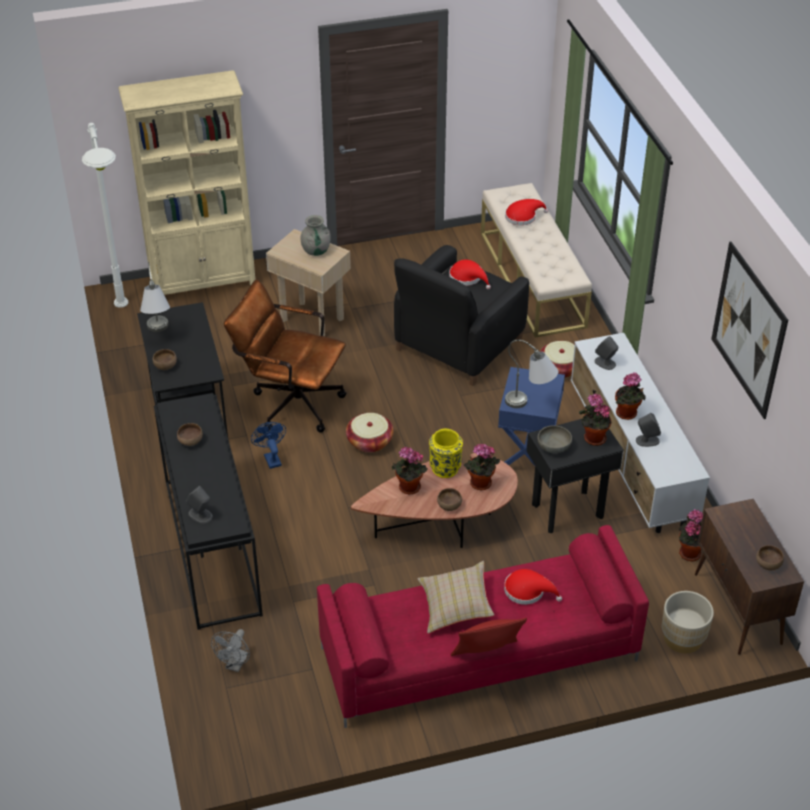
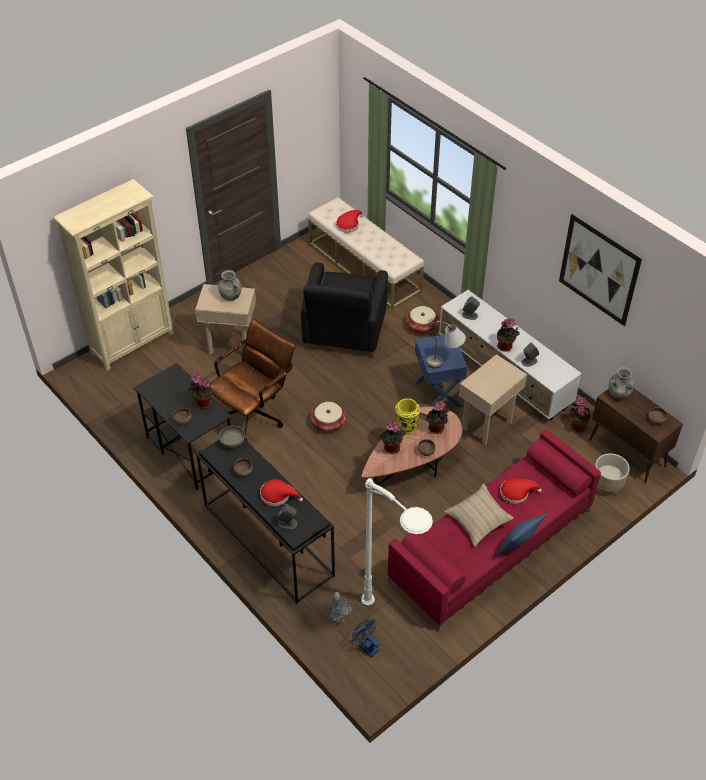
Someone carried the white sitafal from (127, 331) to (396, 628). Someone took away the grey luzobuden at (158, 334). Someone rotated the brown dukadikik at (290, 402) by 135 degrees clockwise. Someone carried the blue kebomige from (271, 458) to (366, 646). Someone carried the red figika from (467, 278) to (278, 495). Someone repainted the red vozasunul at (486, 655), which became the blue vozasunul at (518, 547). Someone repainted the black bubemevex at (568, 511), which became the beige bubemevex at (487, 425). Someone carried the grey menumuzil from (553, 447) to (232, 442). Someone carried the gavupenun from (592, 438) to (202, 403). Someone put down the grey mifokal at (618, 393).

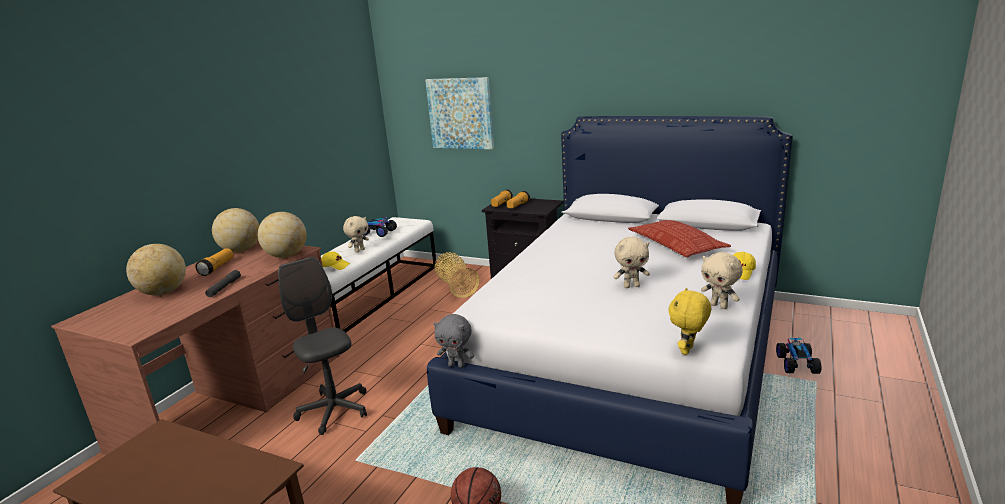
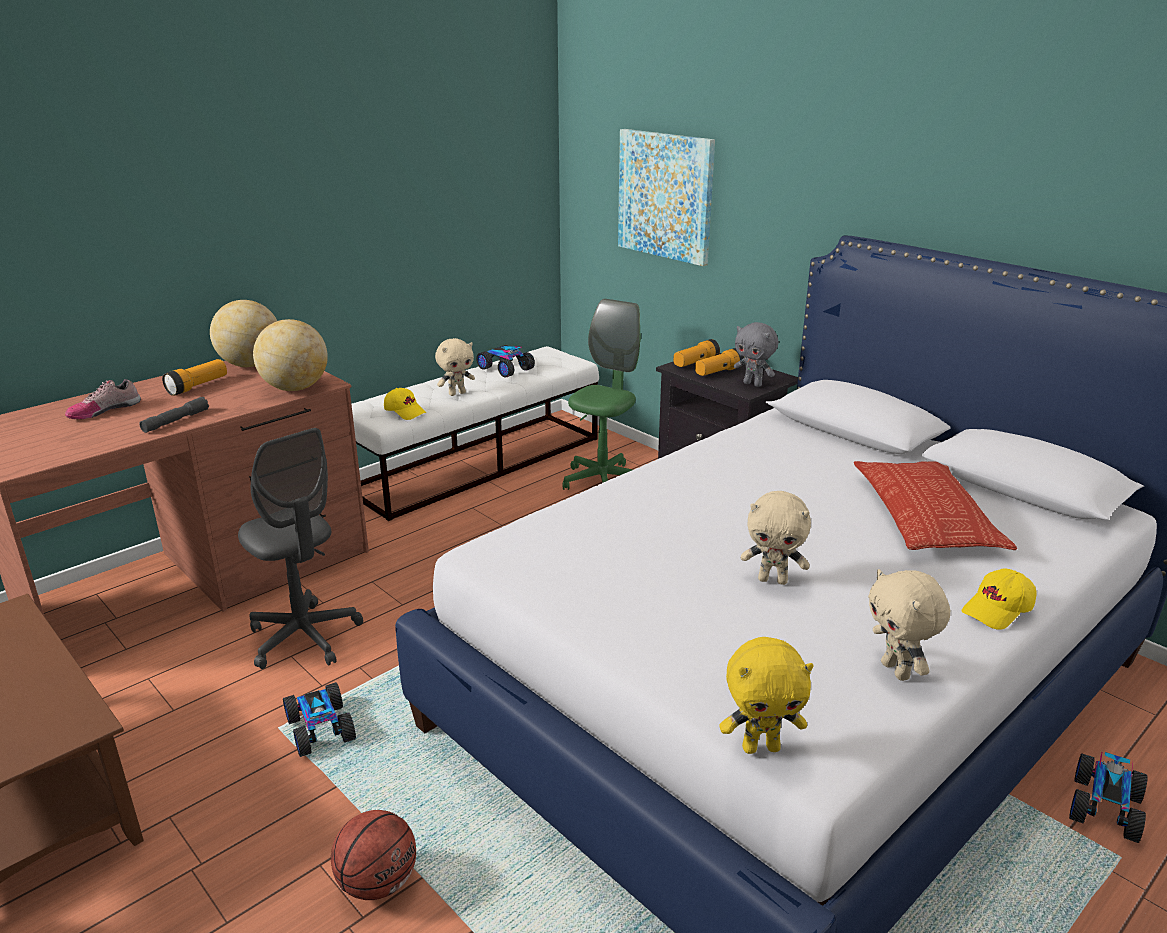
Someone swapped the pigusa at (163, 293) for the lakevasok at (104, 410). Someone rotated the grey dukadikik at (334, 410) by 150 degrees clockwise. Someone carried the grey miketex from (457, 365) to (753, 384). Someone swapped the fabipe at (456, 286) for the green dukadikik at (603, 481). Someone rotated the yellow miketex at (688, 351) by 150 degrees counterclockwise. Someone put down the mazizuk at (321, 728).

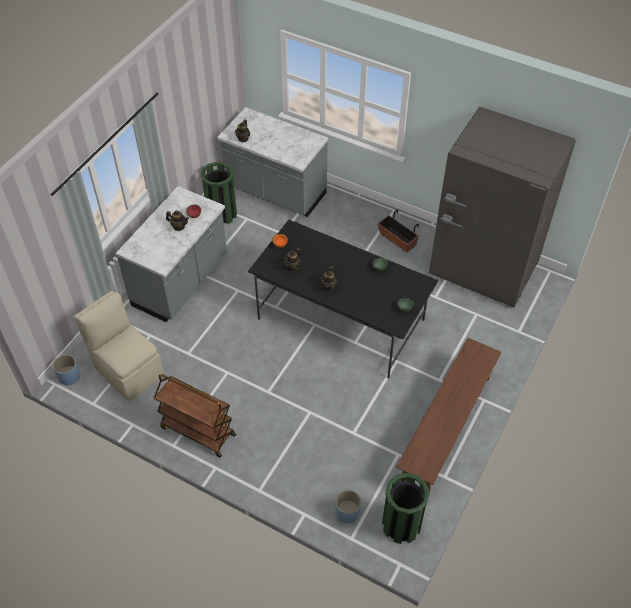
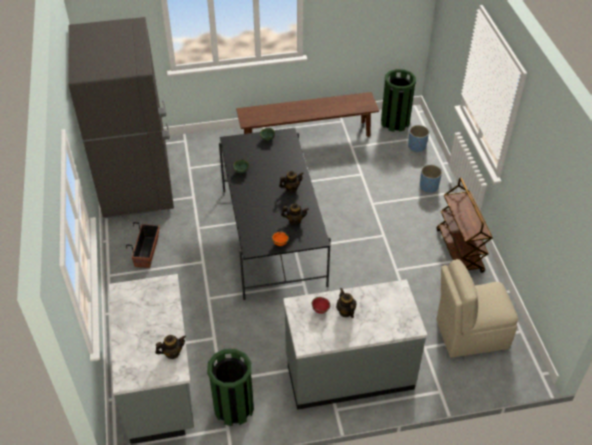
Someone carried the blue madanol from (69, 377) to (429, 187). Someone rotated the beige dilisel at (128, 370) by 75 degrees clockwise.

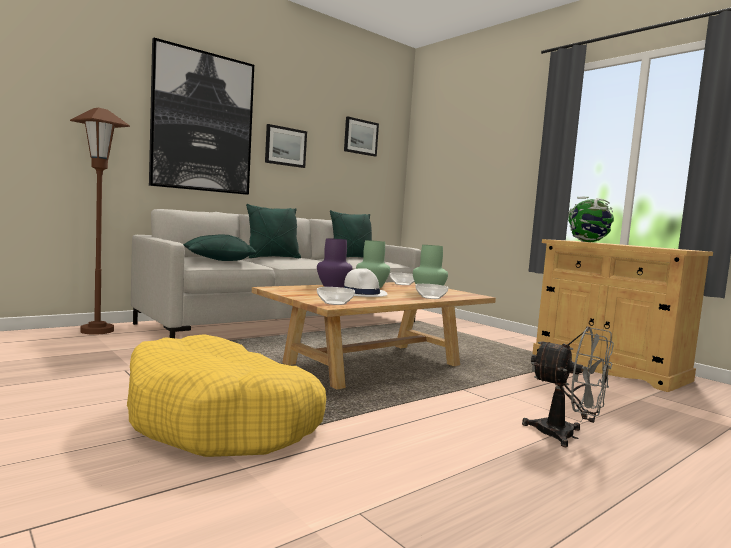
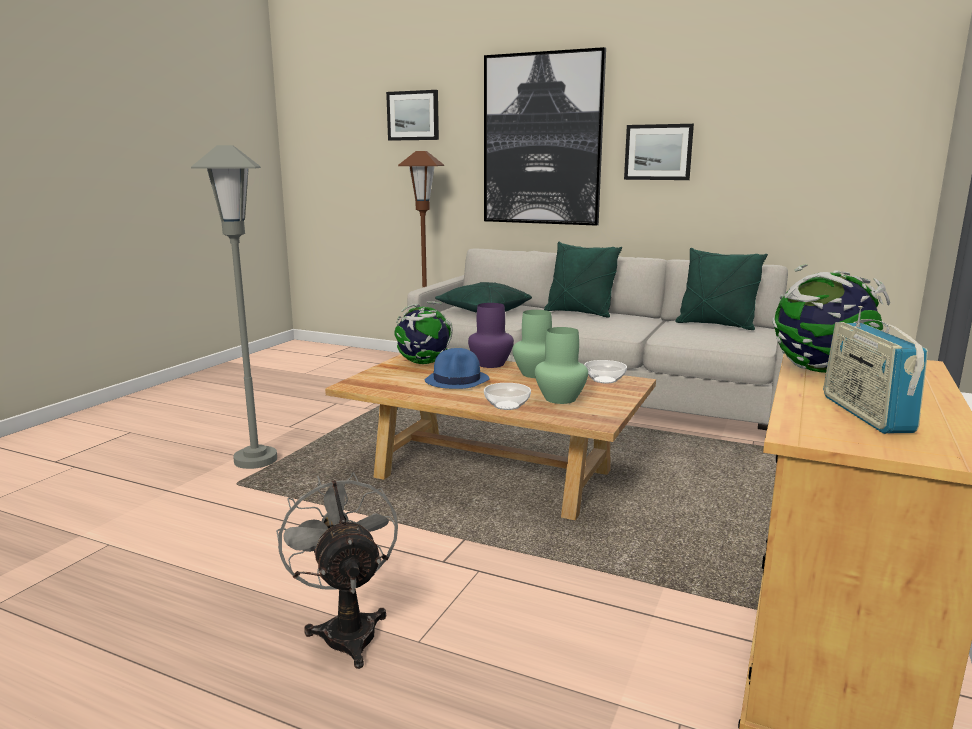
Someone swapped the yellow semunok at (222, 419) for the grey sitafal at (255, 460). Someone took away the menumuzil at (334, 303). Someone carried the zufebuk from (360, 137) to (413, 115). Someone repainted the white figika at (361, 294), which became the blue figika at (457, 380). Someone rotated the grey kebomige at (566, 436) by 150 degrees clockwise. Someone put down the pigusa at (423, 363). Someone put down the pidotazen at (865, 414).

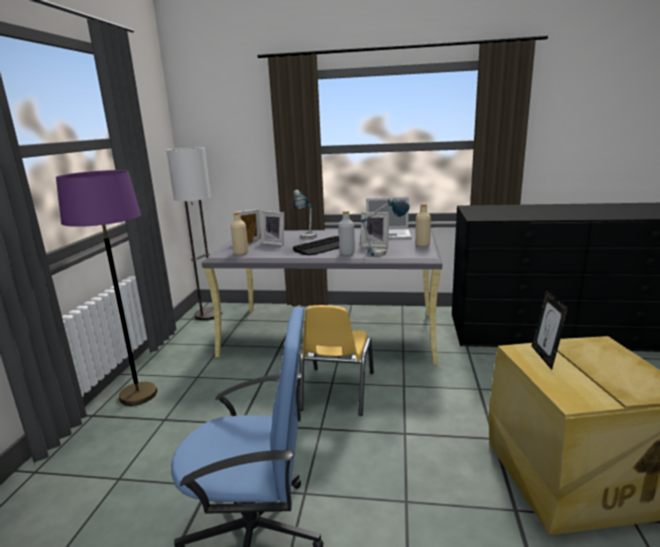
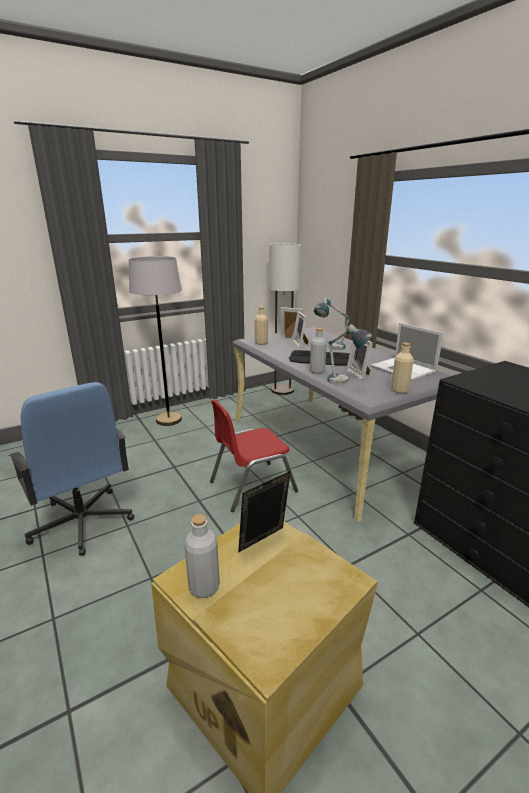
Someone repainted the purple sitafal at (138, 395), which became the grey sitafal at (169, 419). Someone repainted the yellow dilisel at (337, 391), which became the red dilisel at (252, 486). Someone put down the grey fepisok at (204, 587).

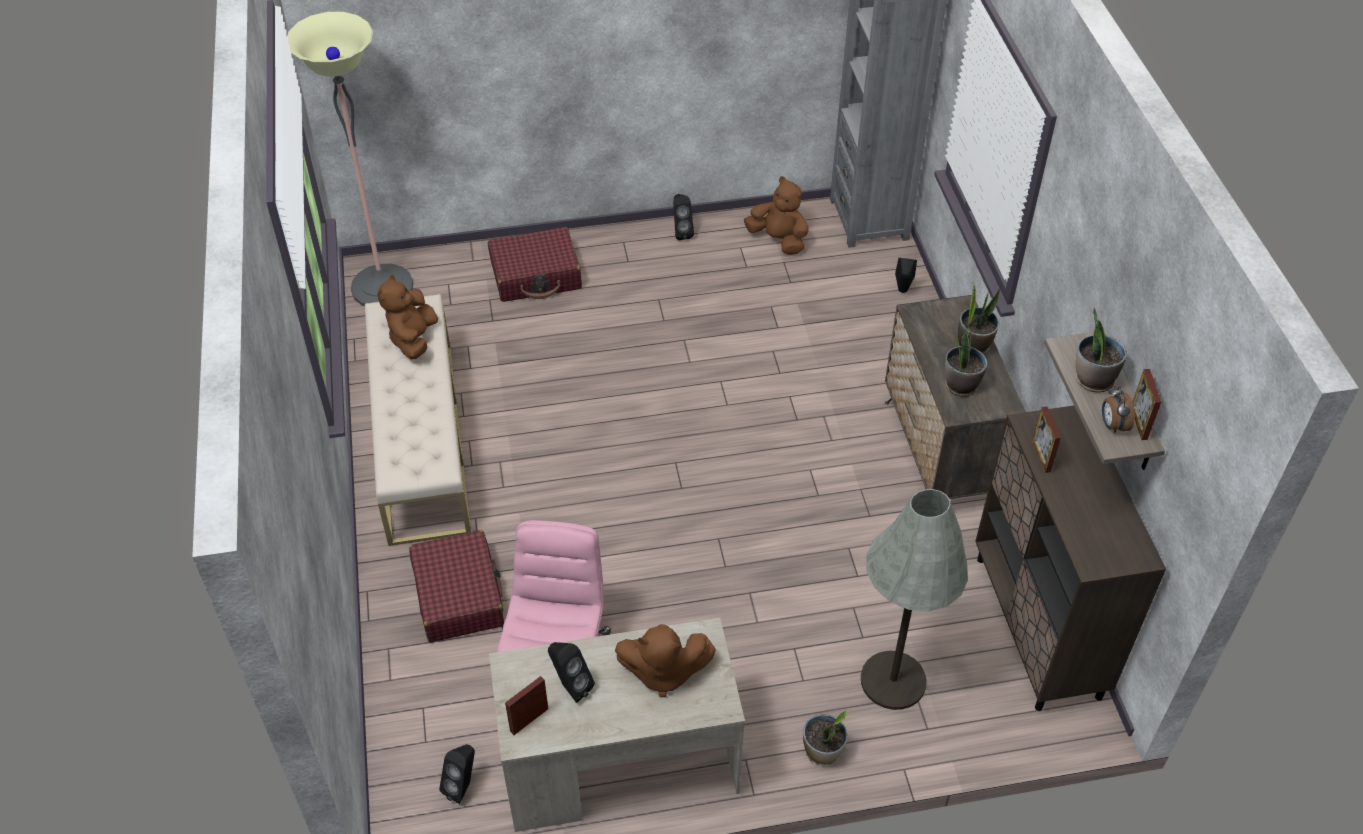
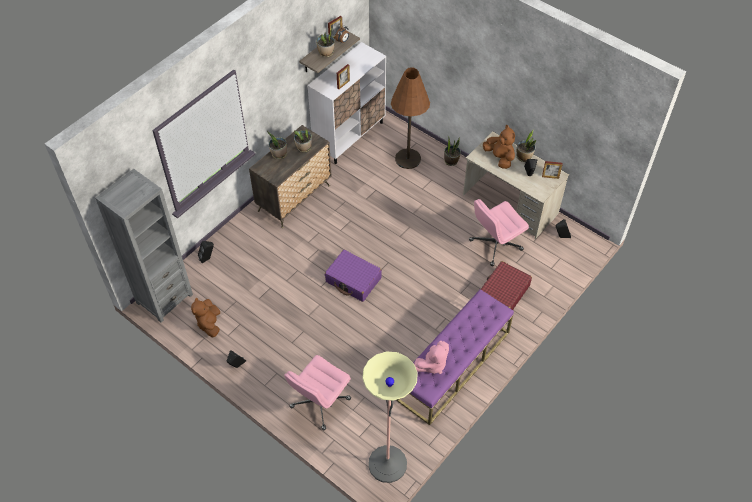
Someone repainted the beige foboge at (421, 440), which became the purple foboge at (453, 366). Someone repainted the brown miketex at (413, 339), which became the pink miketex at (432, 364). Someone swapped the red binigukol at (536, 275) for the pink dukadikik at (320, 403). Someone repainted the grey sitafal at (893, 681), which became the brown sitafal at (408, 159). Someone repainted the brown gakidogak at (1037, 627), which became the white gakidogak at (349, 136). Someone put down the purple binigukol at (353, 280). Someone put down the gavupenun at (524, 157).

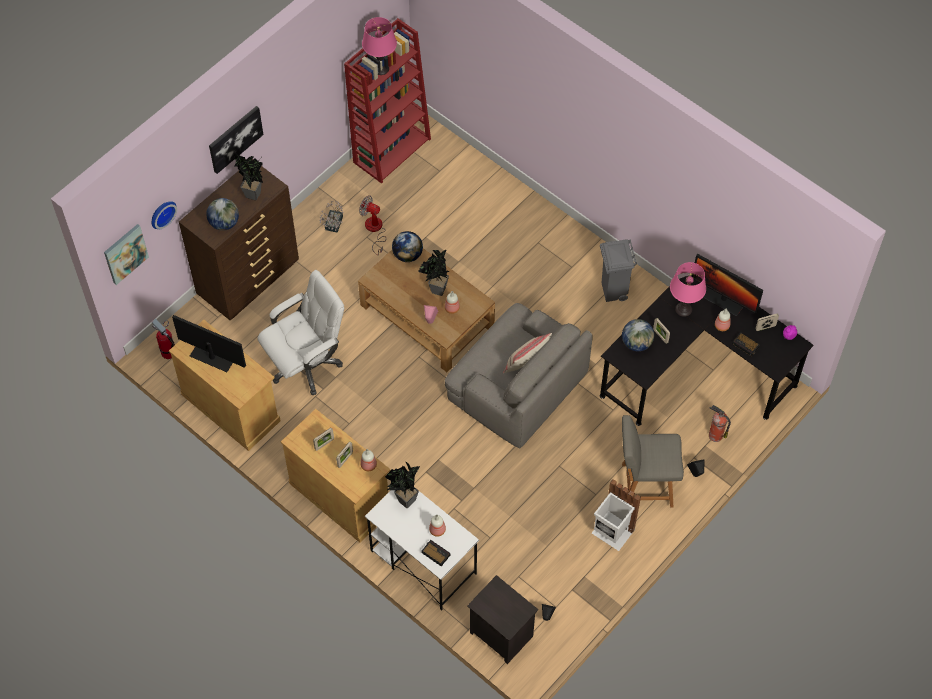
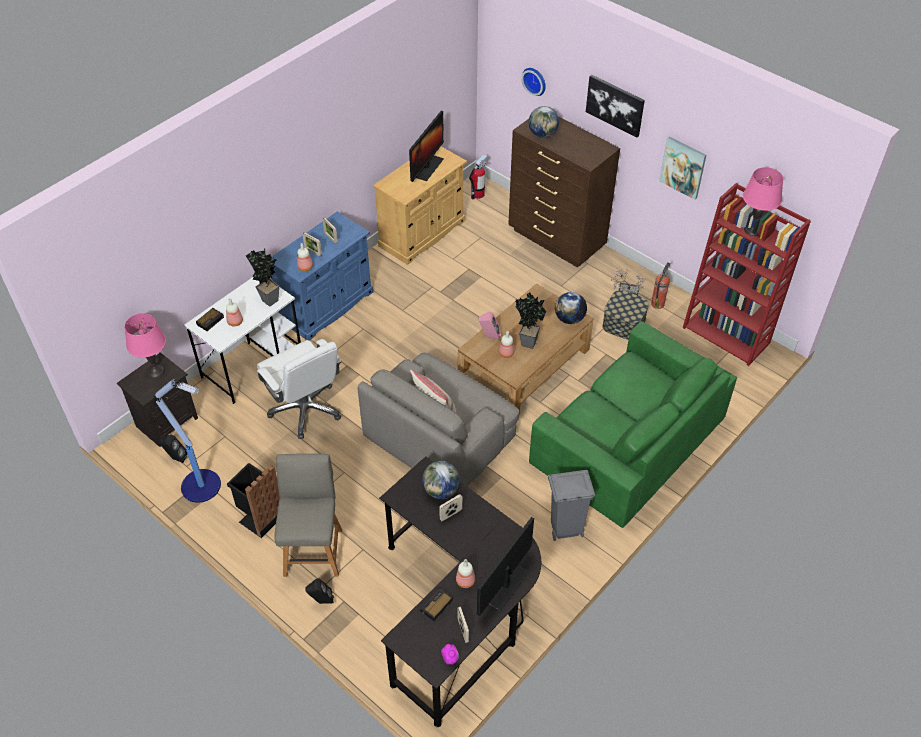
Someone carried the zufebuk from (125, 253) to (683, 167). Someone took away the gavupenun at (254, 196). Someone carried the white dukadikik from (306, 364) to (306, 409). Someone repainted the beige gakidogak at (340, 496), which became the blue gakidogak at (327, 306). Someone swapped the kebomige at (374, 230) for the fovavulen at (623, 323). Someone repainted the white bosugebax at (612, 533), which became the black bosugebax at (260, 517). Someone carried the pink luzobuden from (683, 309) to (155, 371). Someone carried the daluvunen from (714, 435) to (658, 303). Someone put down the sitafal at (202, 486). Someone put down the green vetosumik at (628, 443).

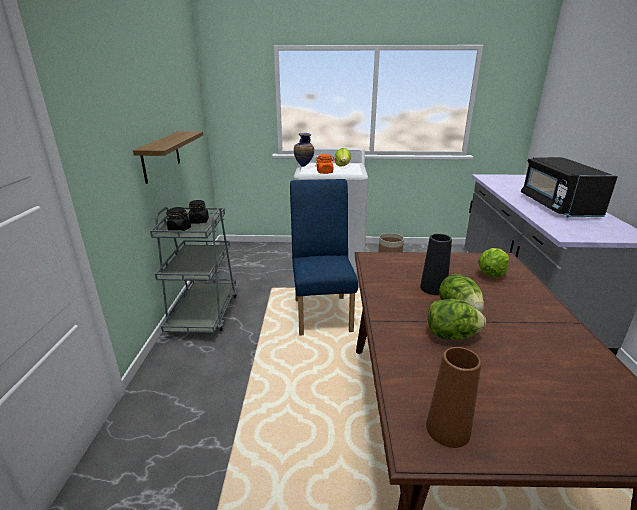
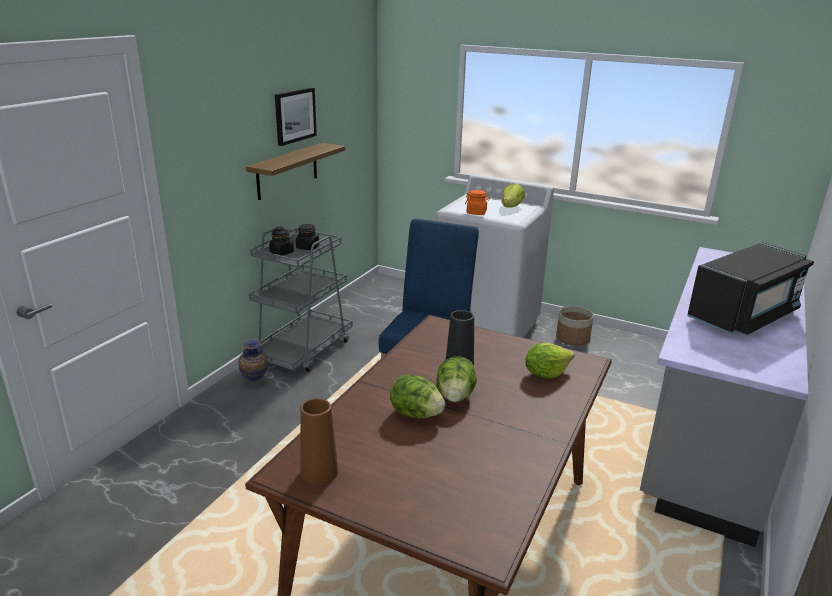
Someone carried the mifokal from (304, 167) to (254, 382). Someone rotated the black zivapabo at (557, 206) by 150 degrees counterclockwise. Someone put up the zufebuk at (295, 116).

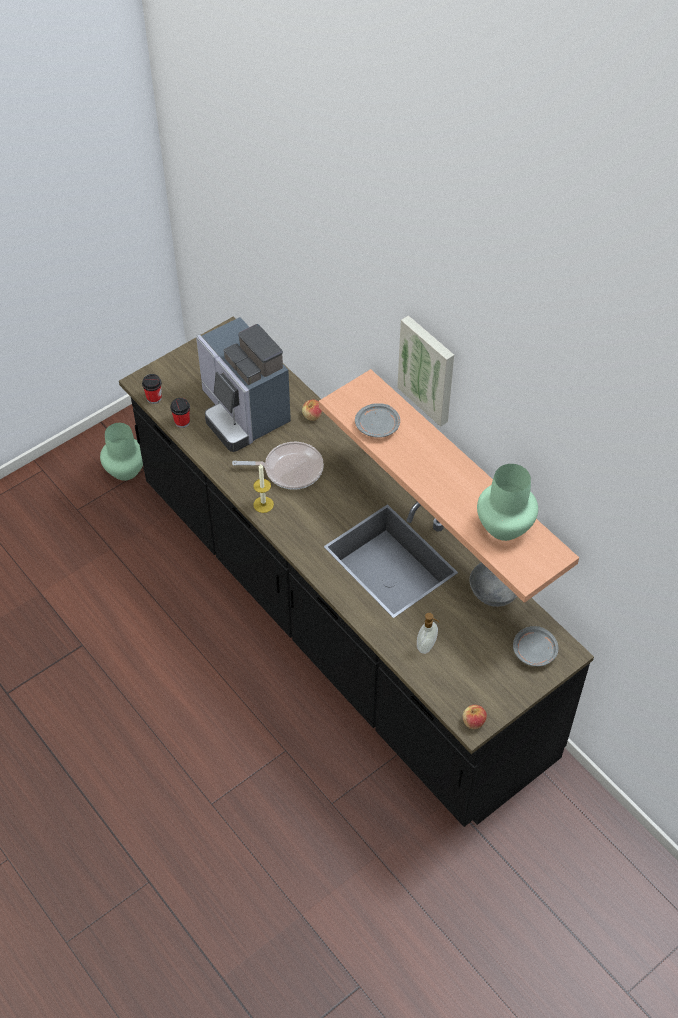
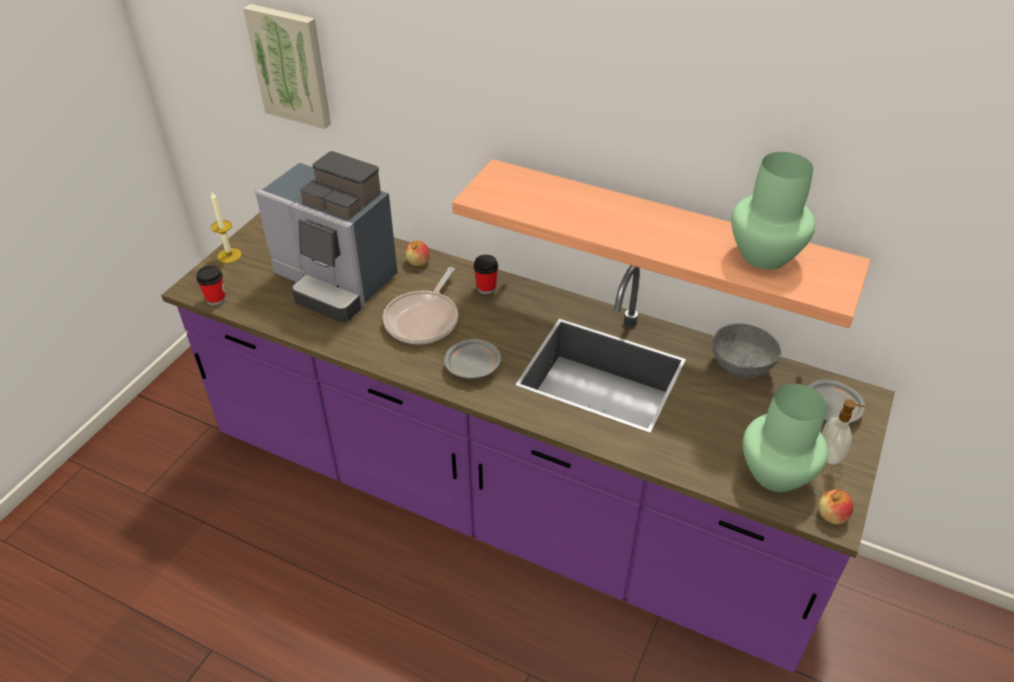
Someone carried the green mifokal from (124, 470) to (774, 474). Someone repainted the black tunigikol at (339, 619), which became the purple tunigikol at (507, 500). Someone carried the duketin from (182, 422) to (486, 288). Someone rotated the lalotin at (289, 469) by 135 degrees clockwise. Someone carried the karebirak from (263, 504) to (229, 255). Someone carried the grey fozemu from (378, 426) to (473, 366). Someone carried the zufebuk from (428, 369) to (292, 65). Someone carried the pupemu from (427, 646) to (831, 454).

